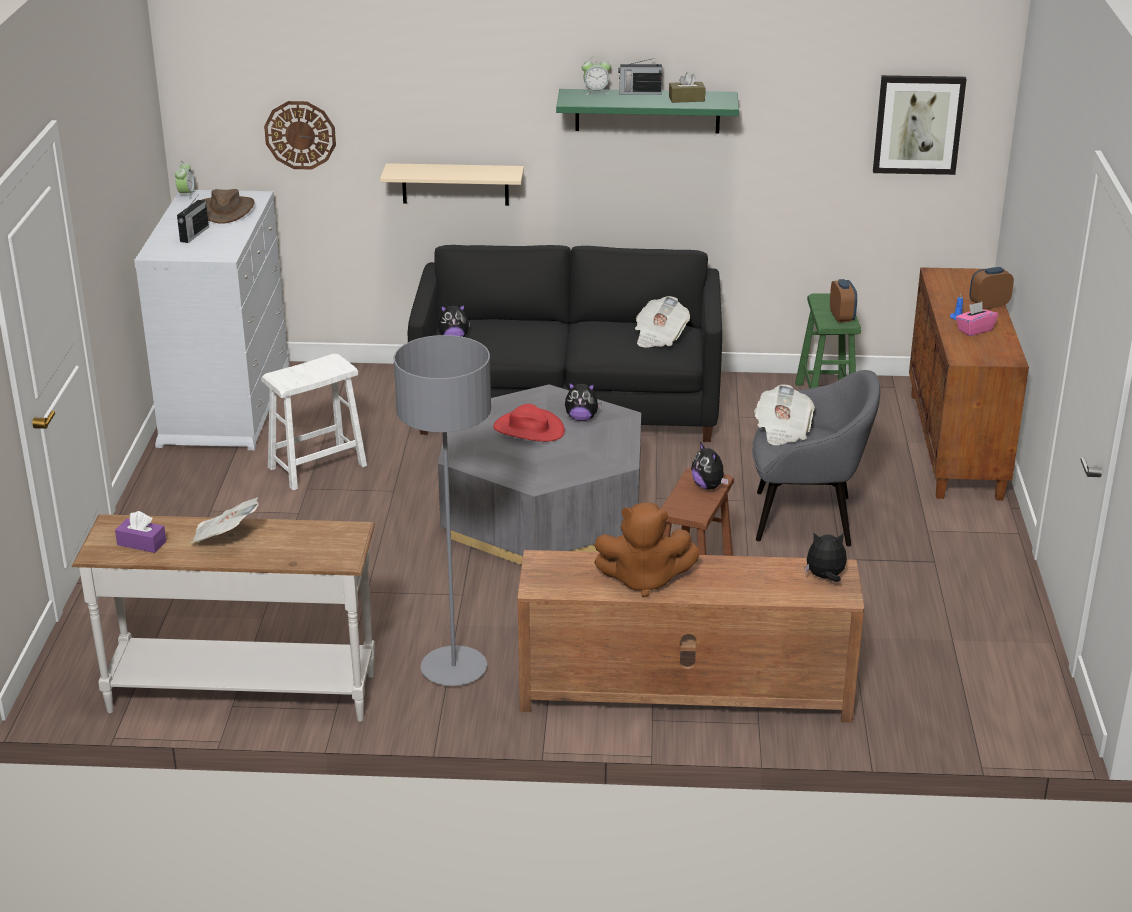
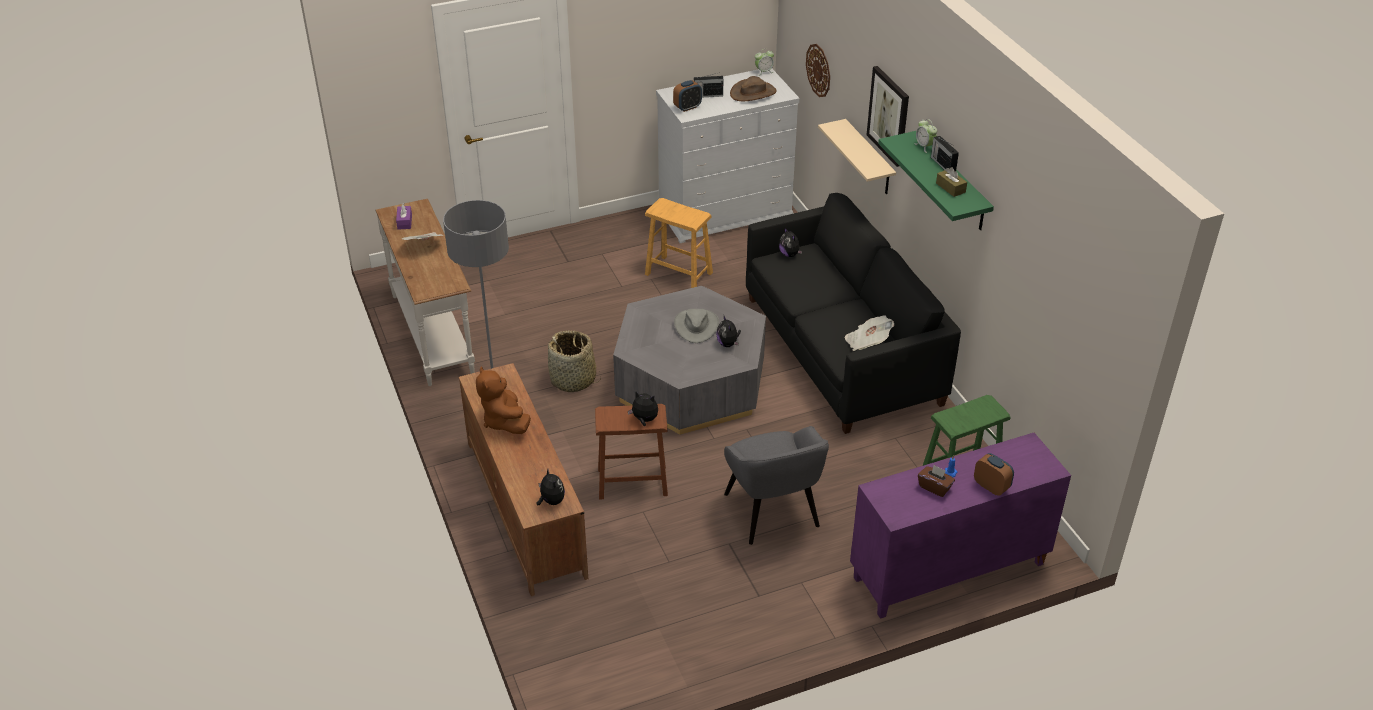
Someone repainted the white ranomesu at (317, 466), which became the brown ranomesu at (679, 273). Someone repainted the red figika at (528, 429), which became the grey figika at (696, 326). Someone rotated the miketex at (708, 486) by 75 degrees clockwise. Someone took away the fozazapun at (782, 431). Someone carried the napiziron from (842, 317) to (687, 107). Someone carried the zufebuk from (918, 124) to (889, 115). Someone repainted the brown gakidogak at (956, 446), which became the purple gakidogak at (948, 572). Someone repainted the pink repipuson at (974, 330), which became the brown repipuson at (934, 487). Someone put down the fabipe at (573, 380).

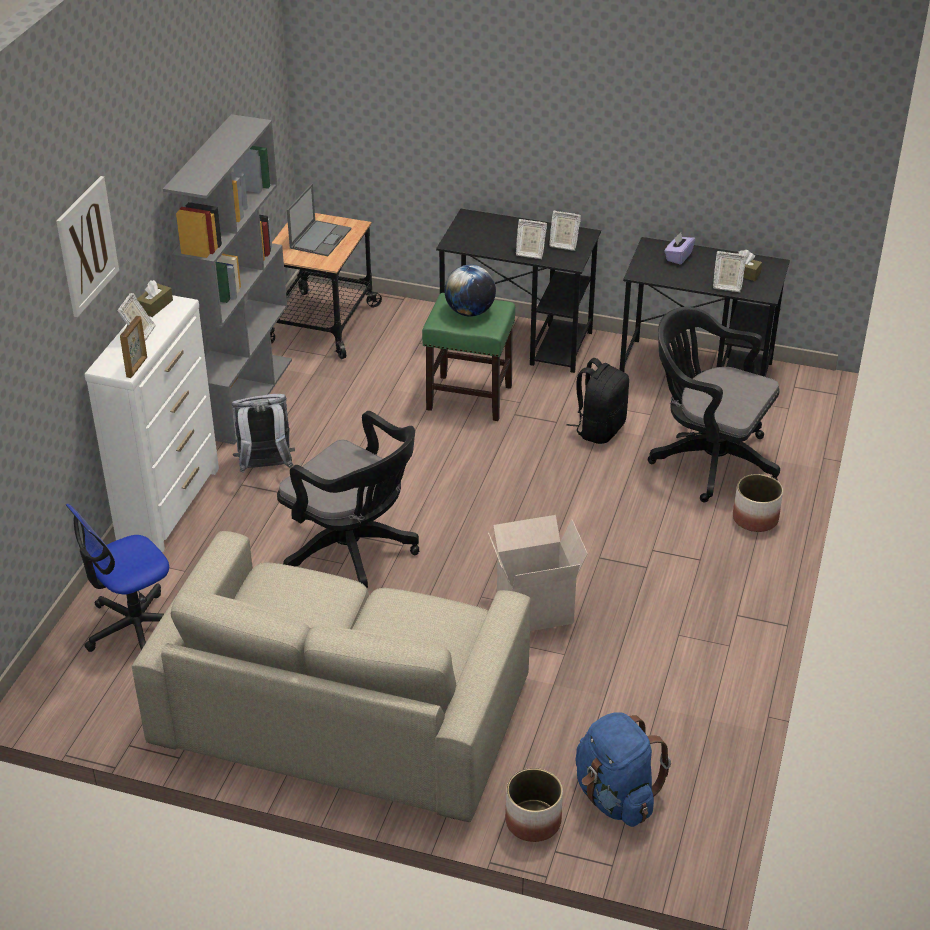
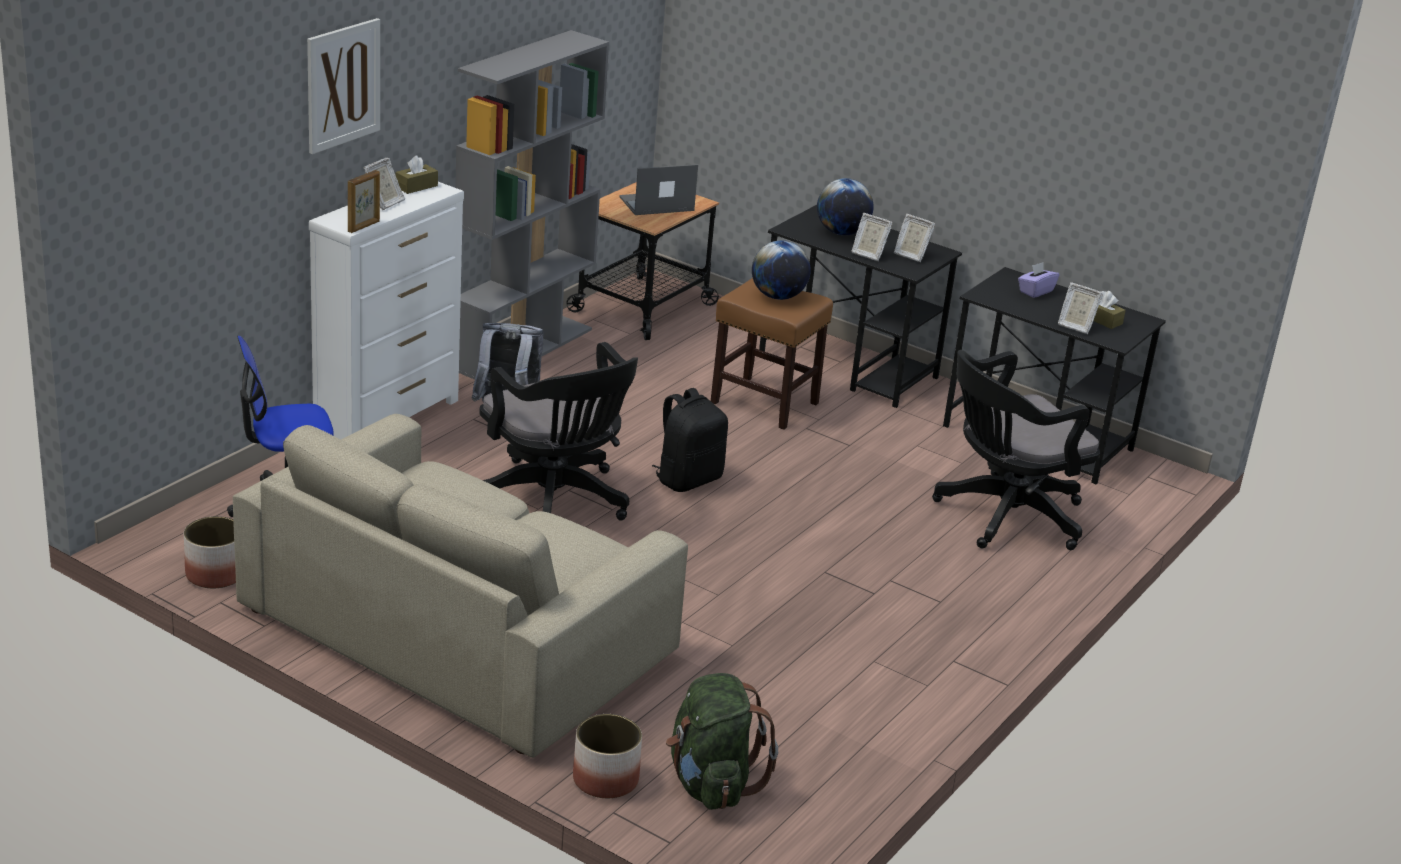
Someone rotated the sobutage at (320, 238) by 150 degrees counterclockwise. Someone repainted the green ranomesu at (468, 398), which became the brown ranomesu at (763, 402). Someone took away the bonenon at (535, 608). Someone carried the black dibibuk from (599, 429) to (688, 479). Someone repainted the blue dibibuk at (615, 797), which became the green dibibuk at (711, 784). Someone rotated the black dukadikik at (707, 459) by 75 degrees counterclockwise. Someone carried the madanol from (754, 518) to (215, 574). Someone put down the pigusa at (841, 233).

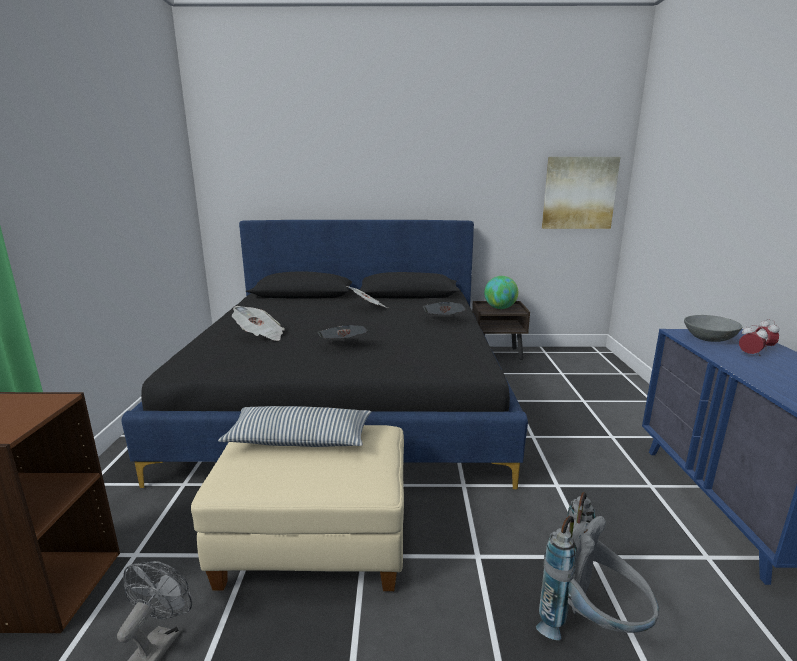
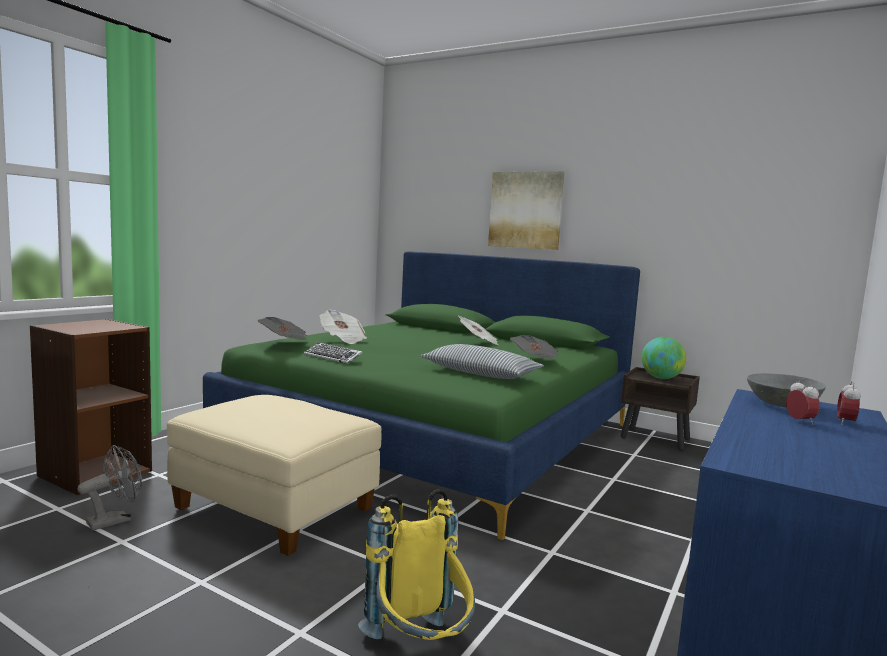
Someone repainted the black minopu at (349, 398), which became the green minopu at (436, 433). Someone carried the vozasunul from (299, 439) to (480, 373). Someone carried the fozazapun from (343, 345) to (285, 342). Someone repainted the grey dibibuk at (591, 627), which became the yellow dibibuk at (419, 649). Someone carried the zufebuk from (579, 193) to (525, 210). Someone put down the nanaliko at (332, 357).

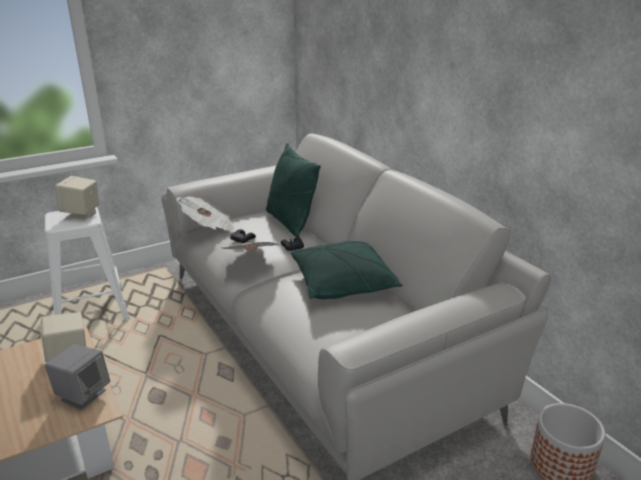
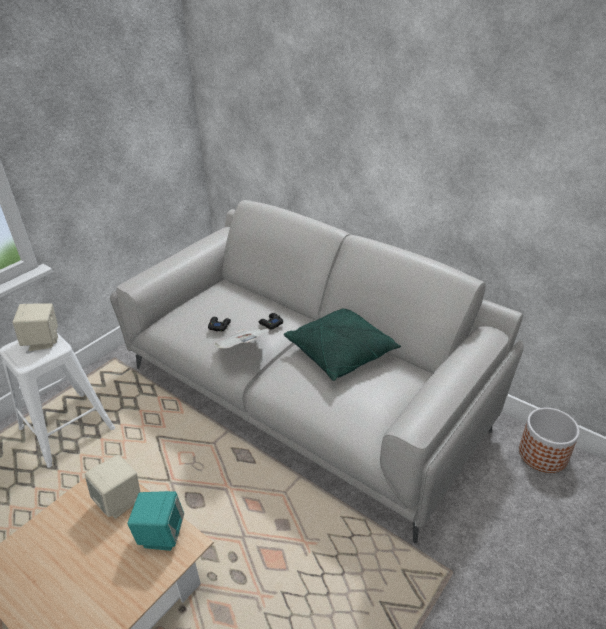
Someone repainted the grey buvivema at (83, 395), which became the turquoise buvivema at (161, 534). Someone took away the fozazapun at (208, 227). Someone took away the green vozasunul at (290, 222).

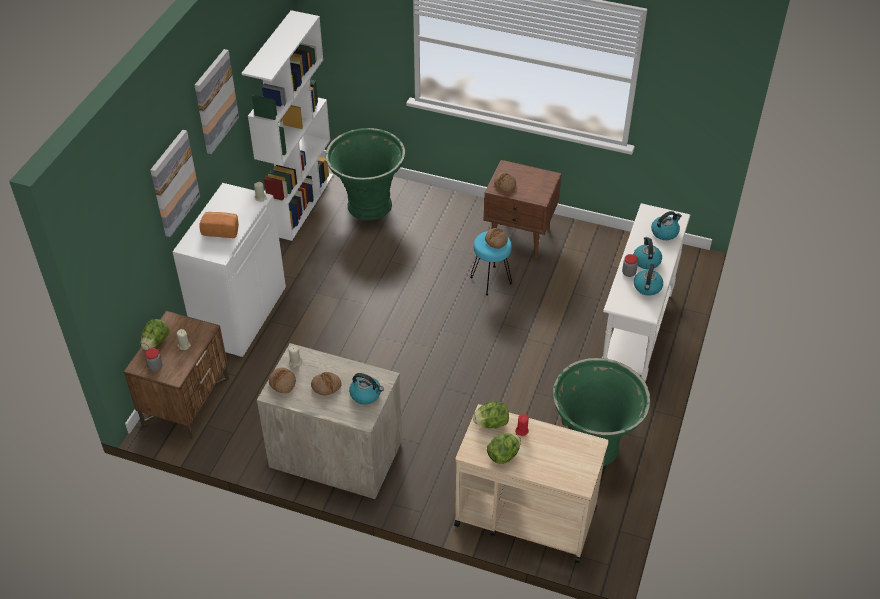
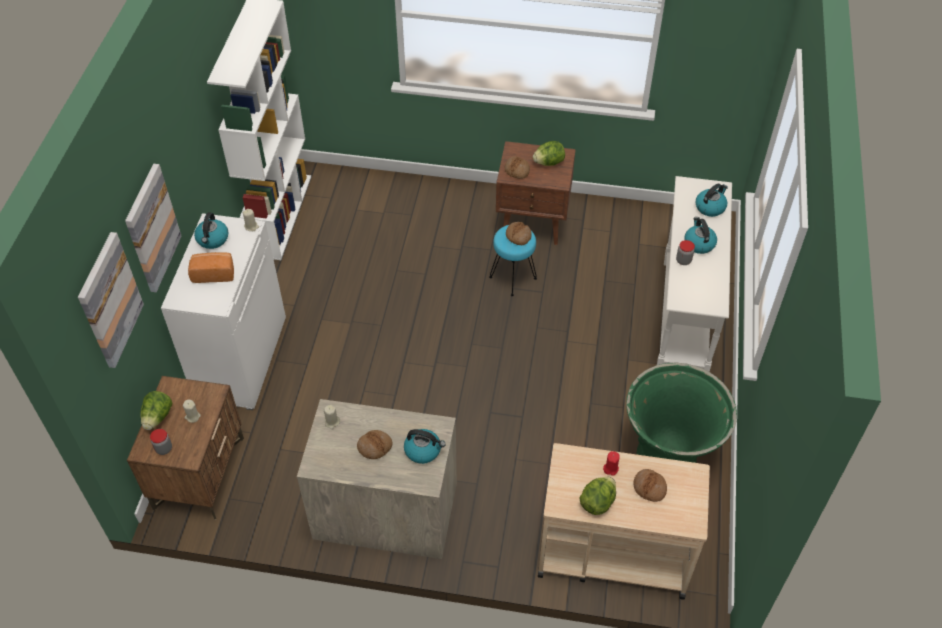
Someone carried the zufebuk from (215, 101) to (109, 300). Someone carried the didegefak from (282, 383) to (649, 487). Someone took away the green madanol at (368, 206). Someone carried the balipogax from (491, 423) to (549, 162). Someone carried the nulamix from (647, 287) to (212, 239).

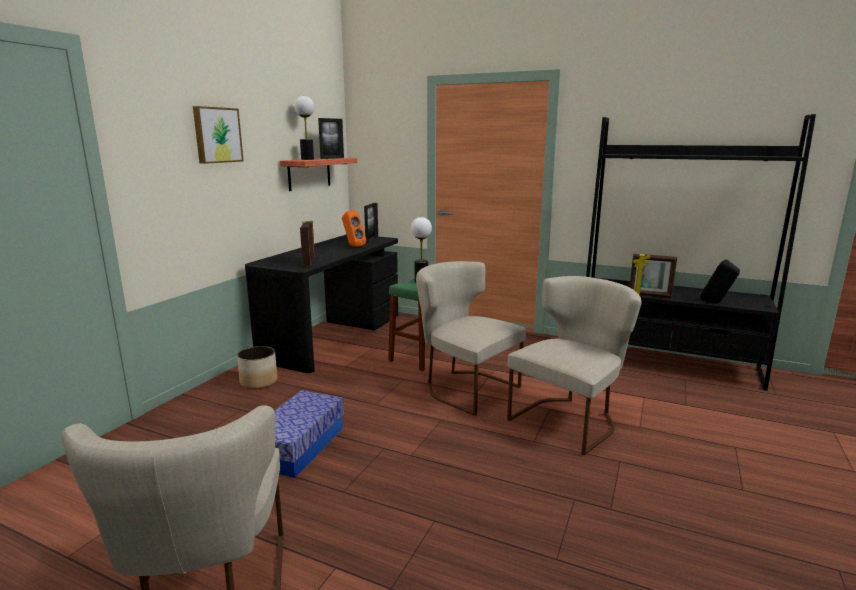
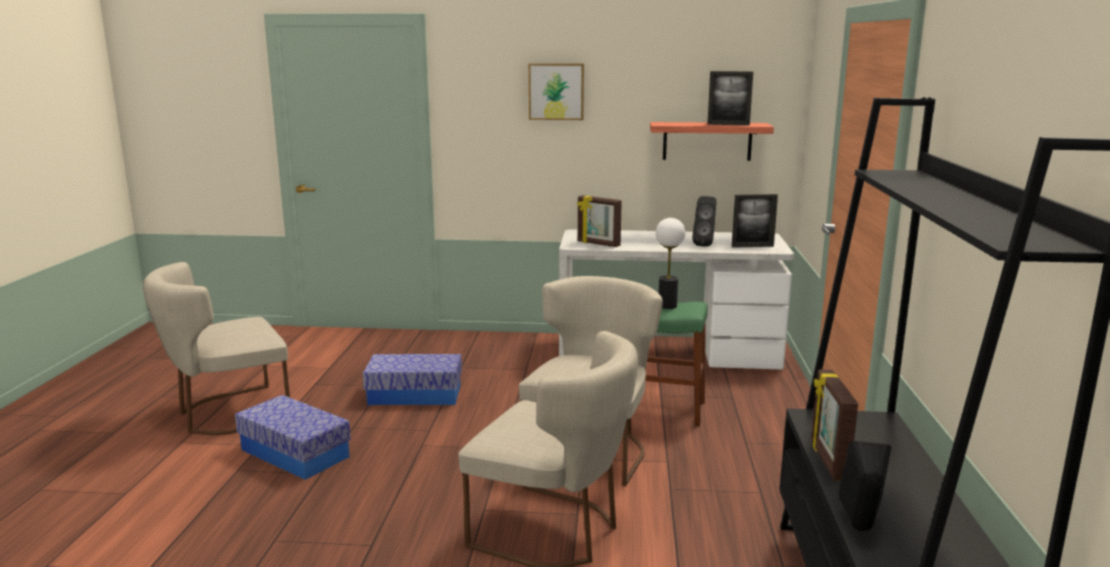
Someone took away the madanol at (259, 381). Someone repainted the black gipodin at (333, 336), which became the white gipodin at (668, 352). Someone took away the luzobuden at (307, 159). Someone rotated the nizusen at (308, 263) by 120 degrees counterclockwise. Someone repainted the orange buvivema at (353, 246), which became the black buvivema at (704, 245). Someone put down the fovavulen at (294, 453).

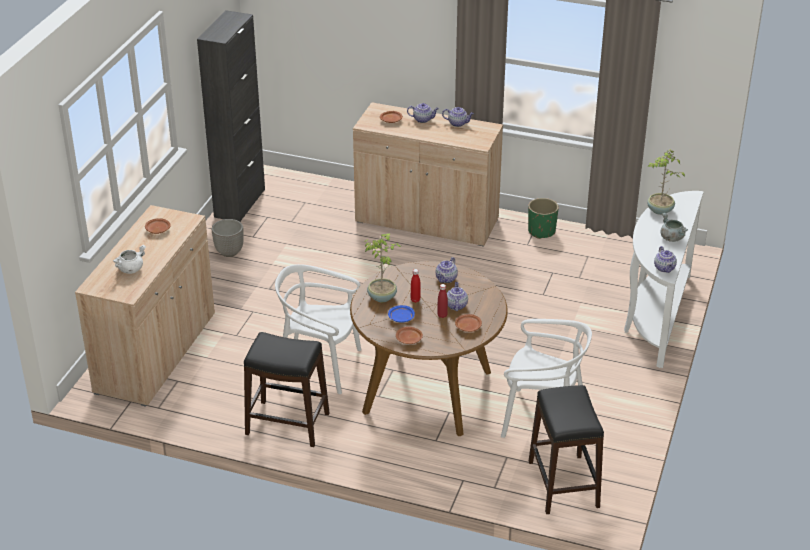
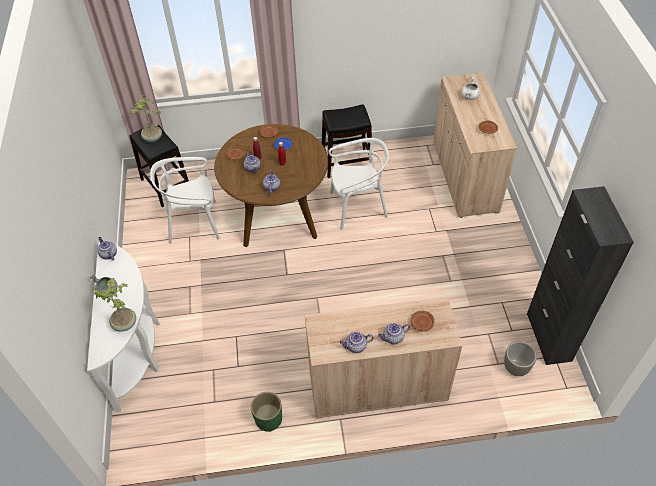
Someone carried the madanol from (229, 252) to (515, 368). Someone carried the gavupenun from (382, 297) to (152, 138).

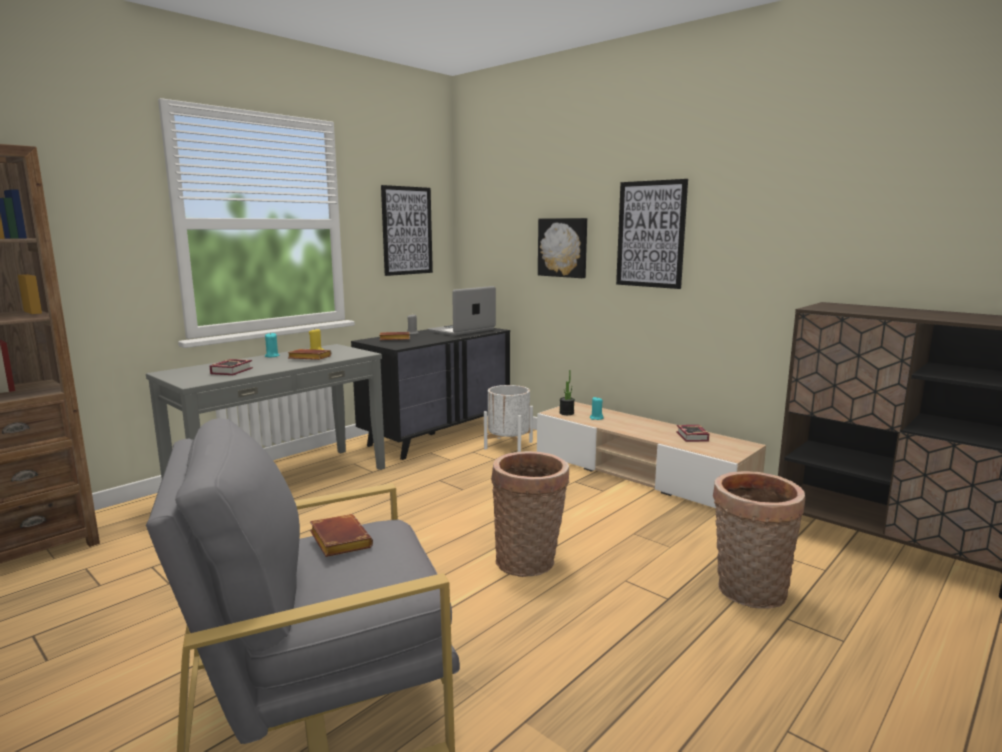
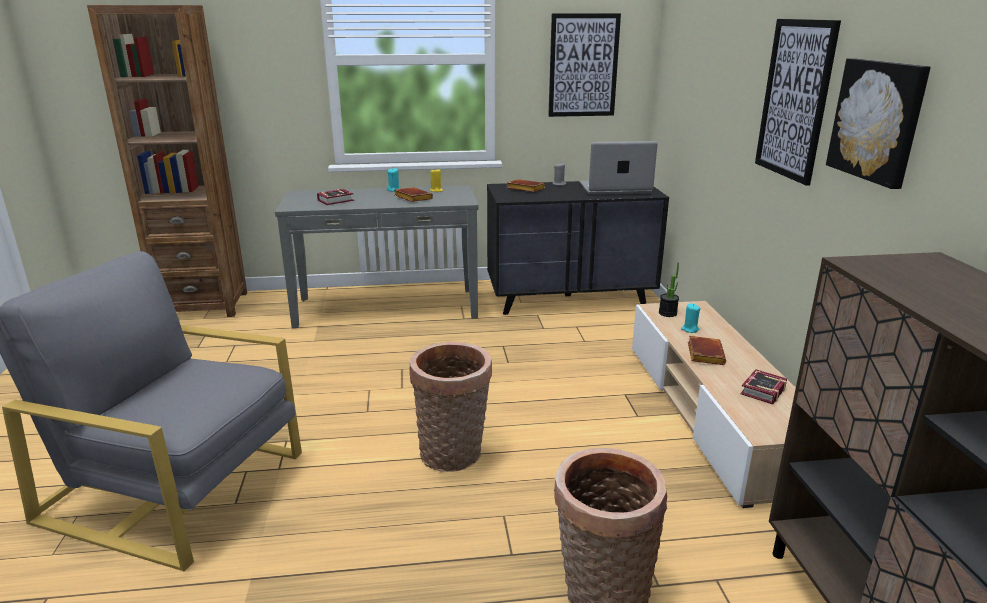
Someone carried the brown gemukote from (338, 541) to (703, 354). Someone took away the white madanol at (508, 445). Someone carried the zufebuk from (563, 247) to (878, 120).

